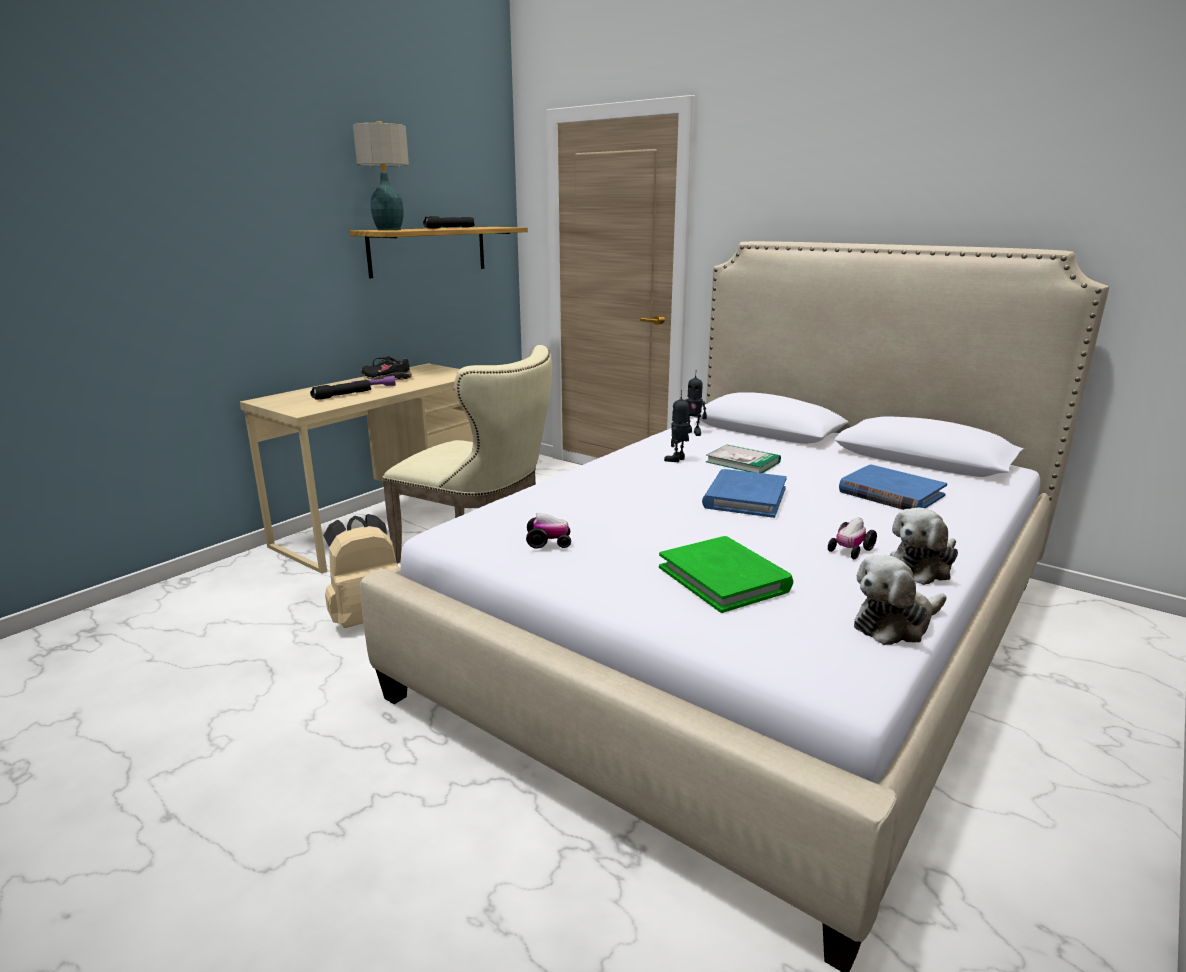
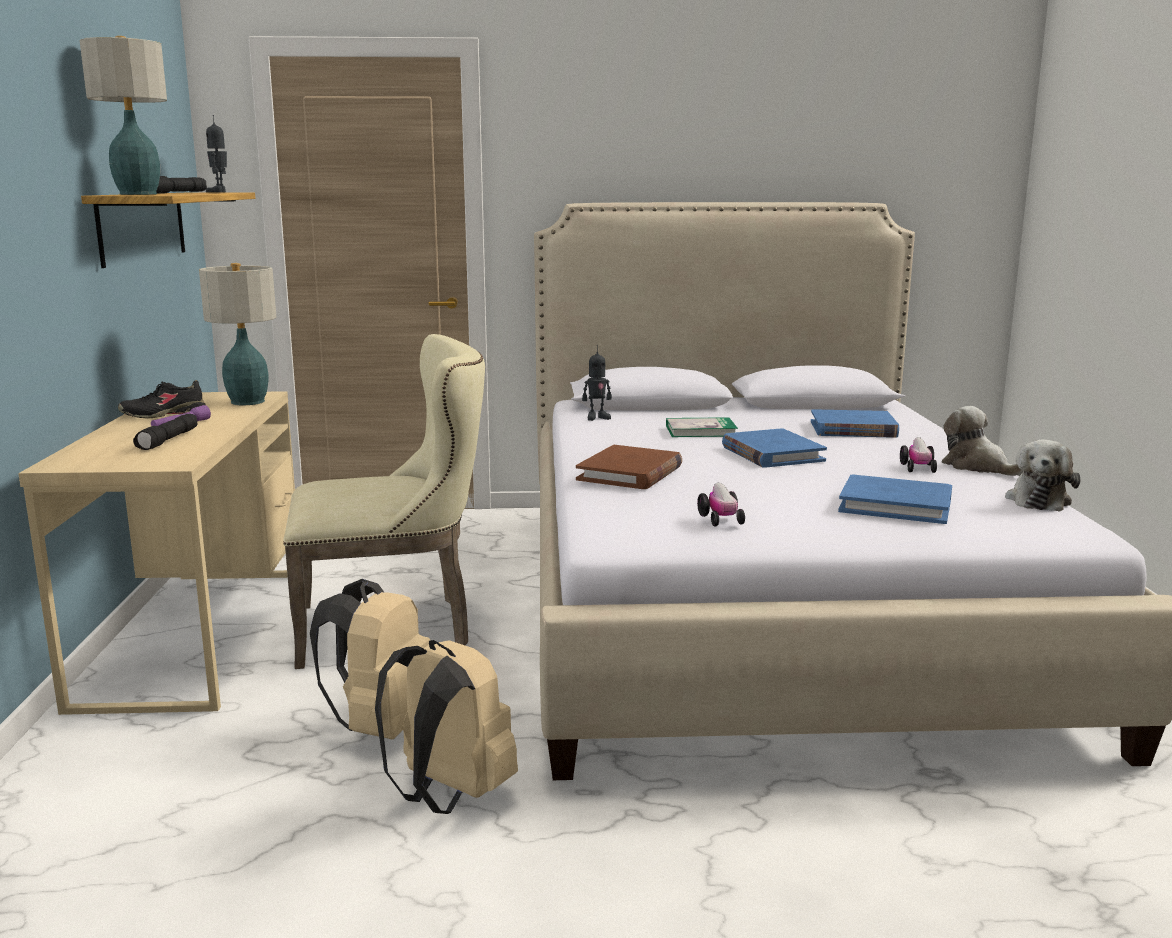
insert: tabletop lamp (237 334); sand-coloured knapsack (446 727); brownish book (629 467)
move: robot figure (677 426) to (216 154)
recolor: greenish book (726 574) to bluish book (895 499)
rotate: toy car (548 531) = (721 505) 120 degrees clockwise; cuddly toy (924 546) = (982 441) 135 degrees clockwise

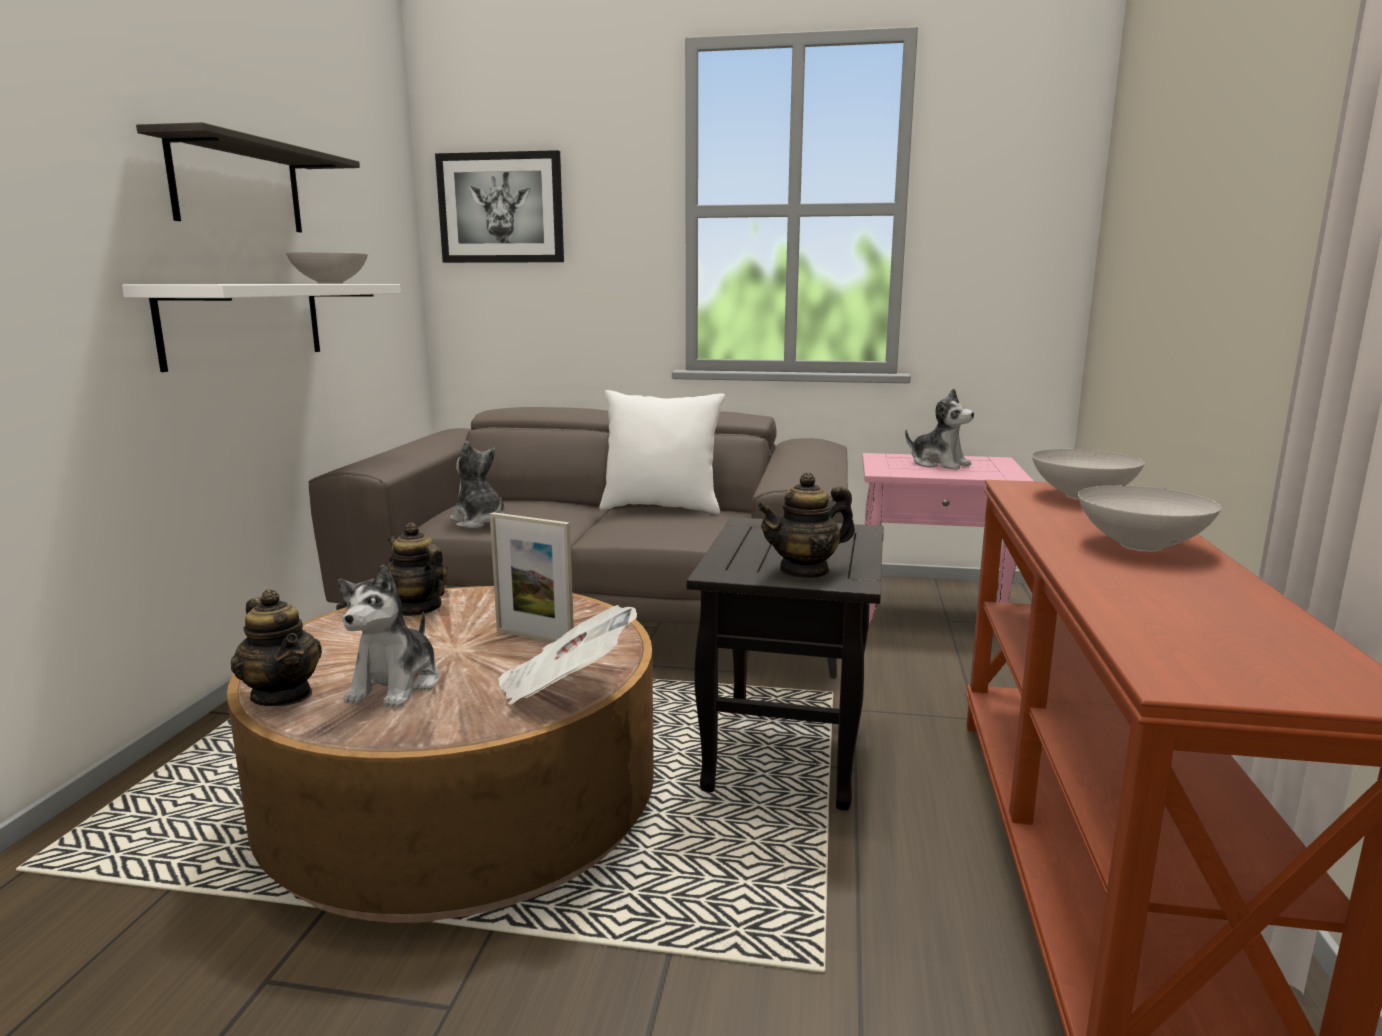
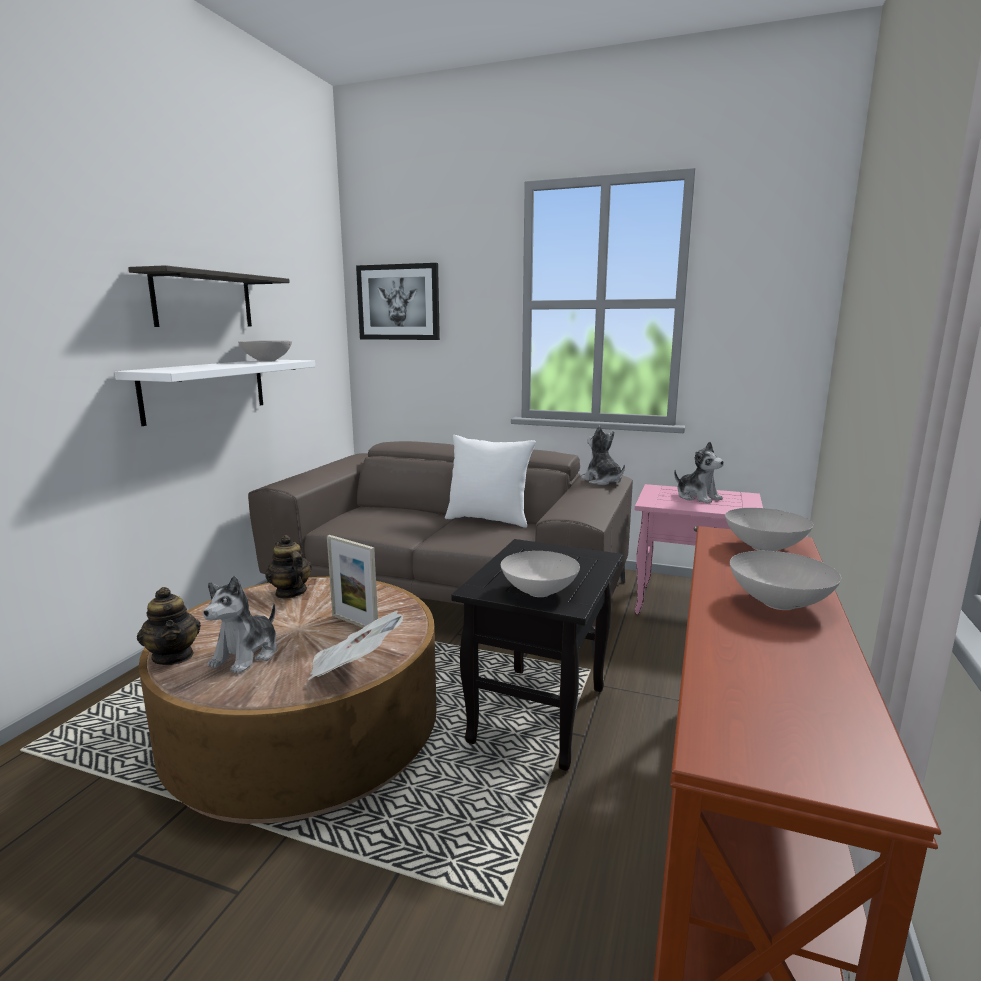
move: cuddly toy (477 484) to (603 455)
replace: tea pot (806 525) to whitish bowl (540 574)

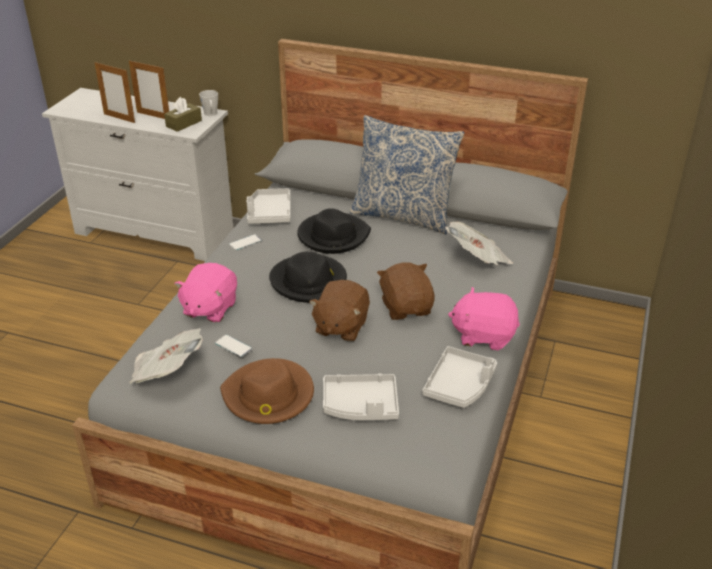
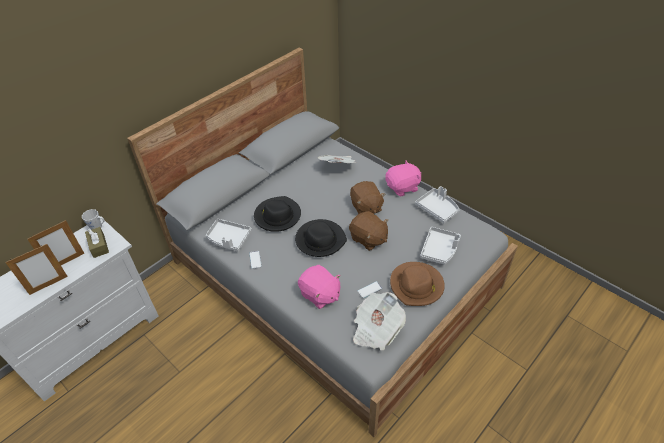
delete: pillow (407 174)
rotate: brownish cuddly toy (406 291) = (368 197) 120 degrees counterclockwise; pinkish cuddly toy (484 318) = (403 179) 150 degrees counterclockwise

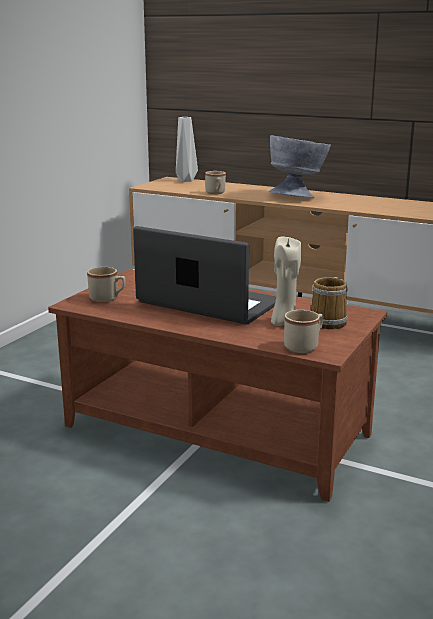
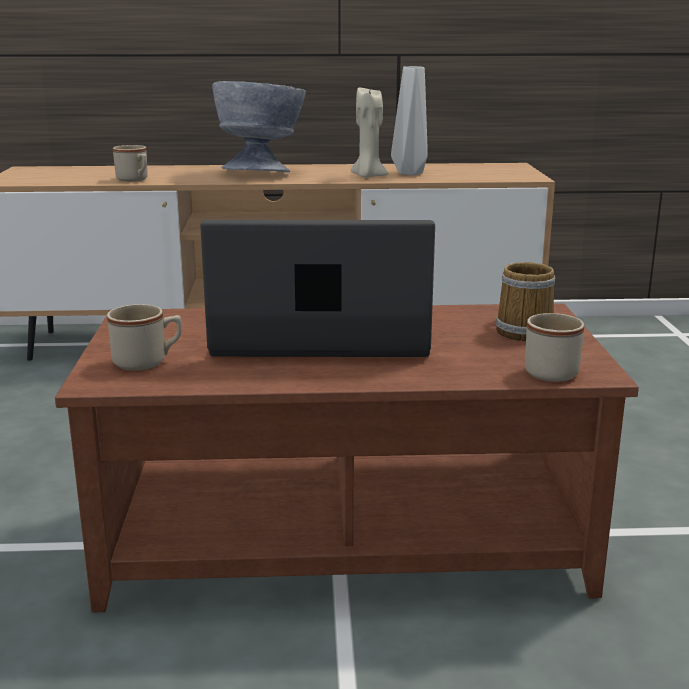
move: sand-coloured wax light (286 281) to (370 133); grey vase (187 149) to (409 120)

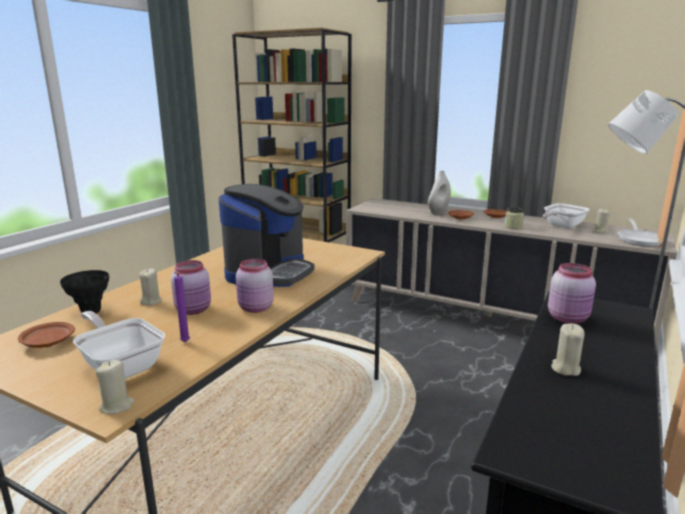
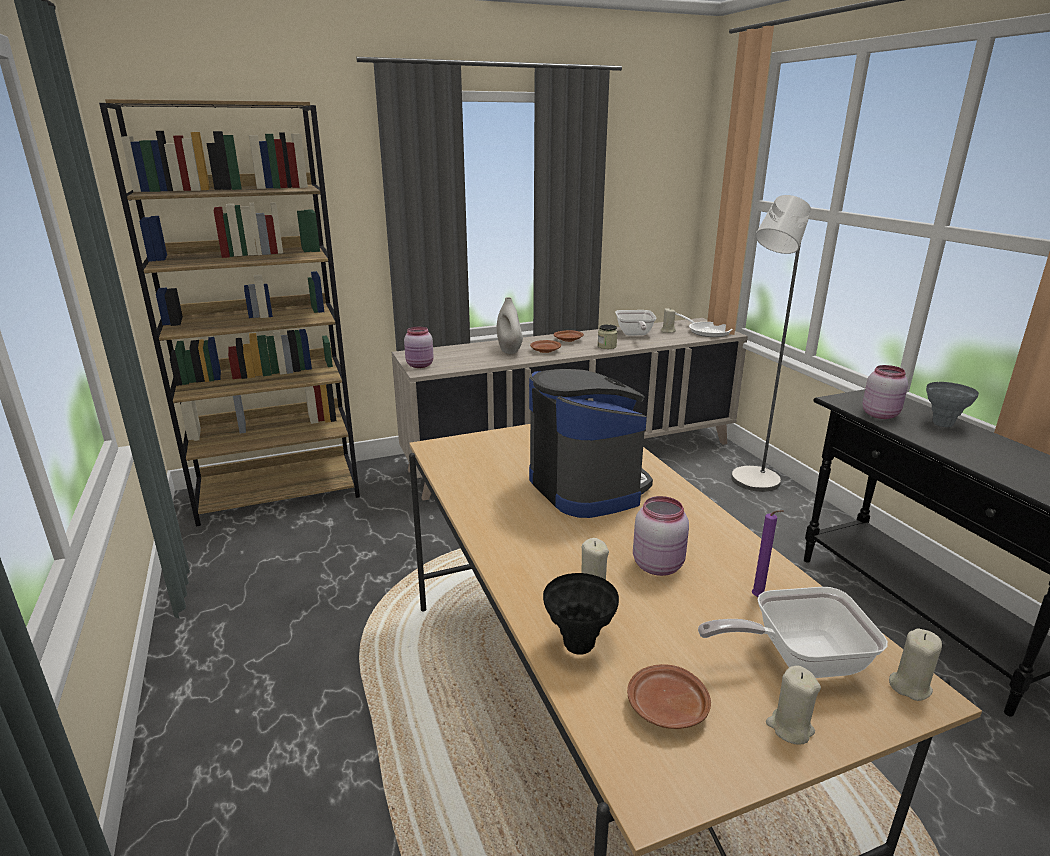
insert: grey vase (952 404)
move: pinkish jar (255 286) to (419 347); sand-coloured wax light (568 349) to (793 705)

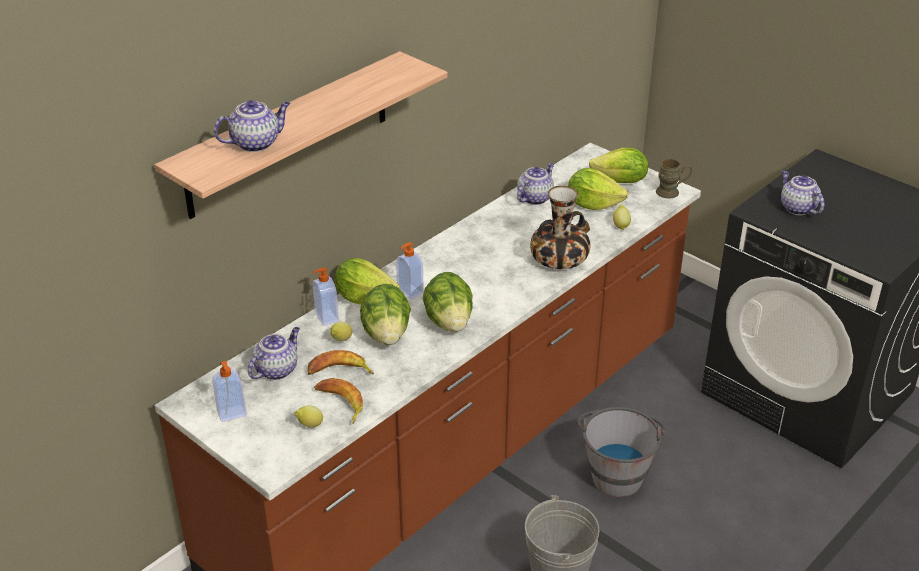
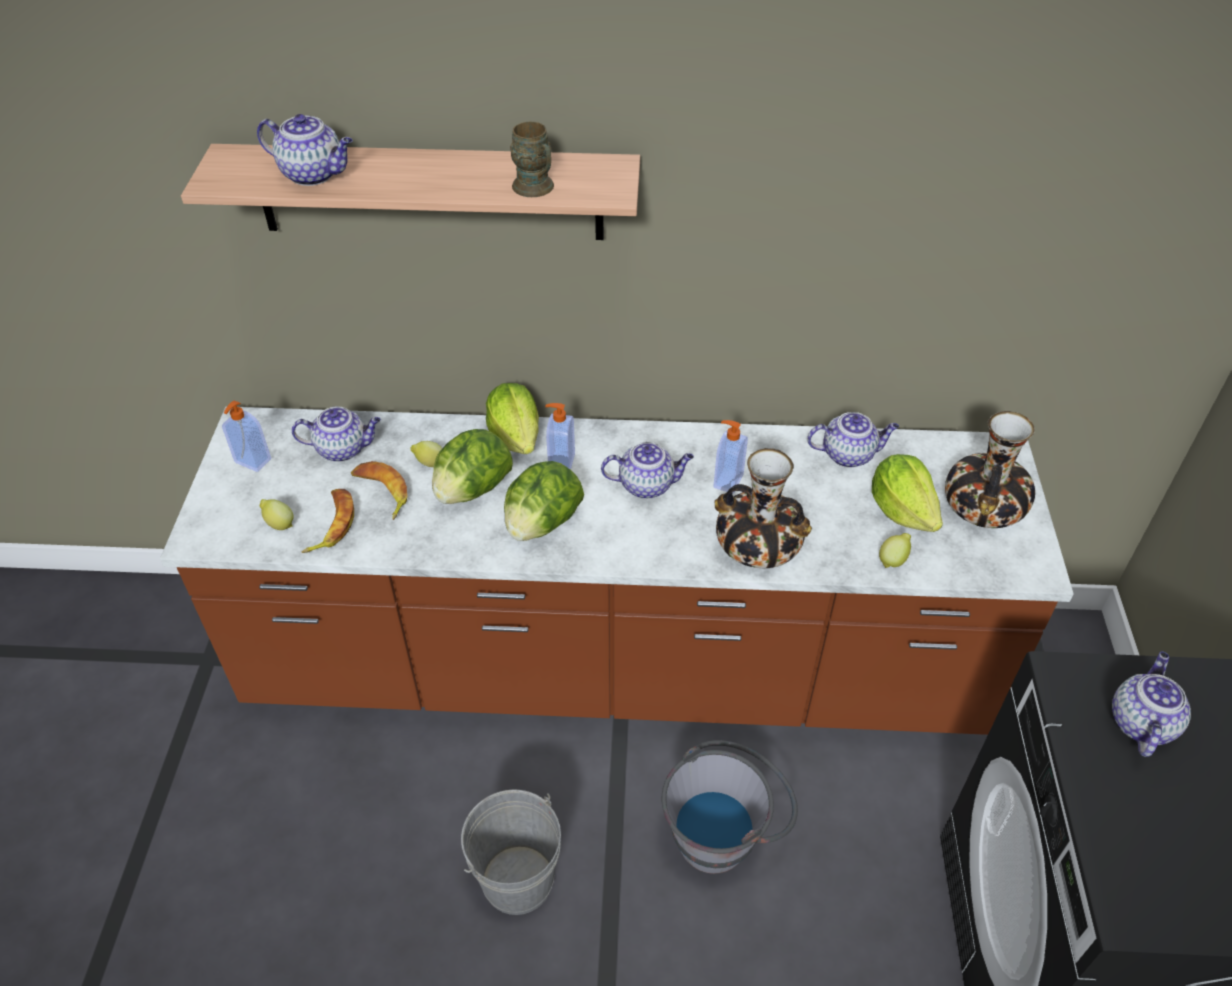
insert: tea pot (647 470)
move: brownish mug (674 179) to (532 159); soap bottle (326 296) to (730 457)
replace: head of lettuce (618 165) to vase (990 469)

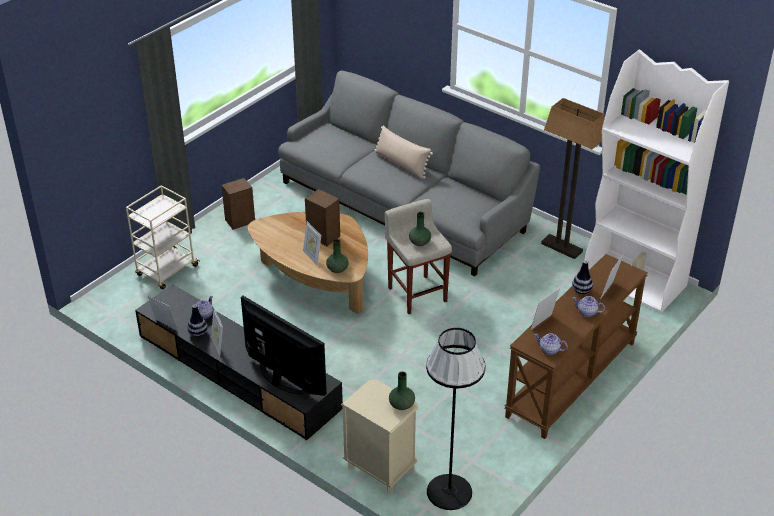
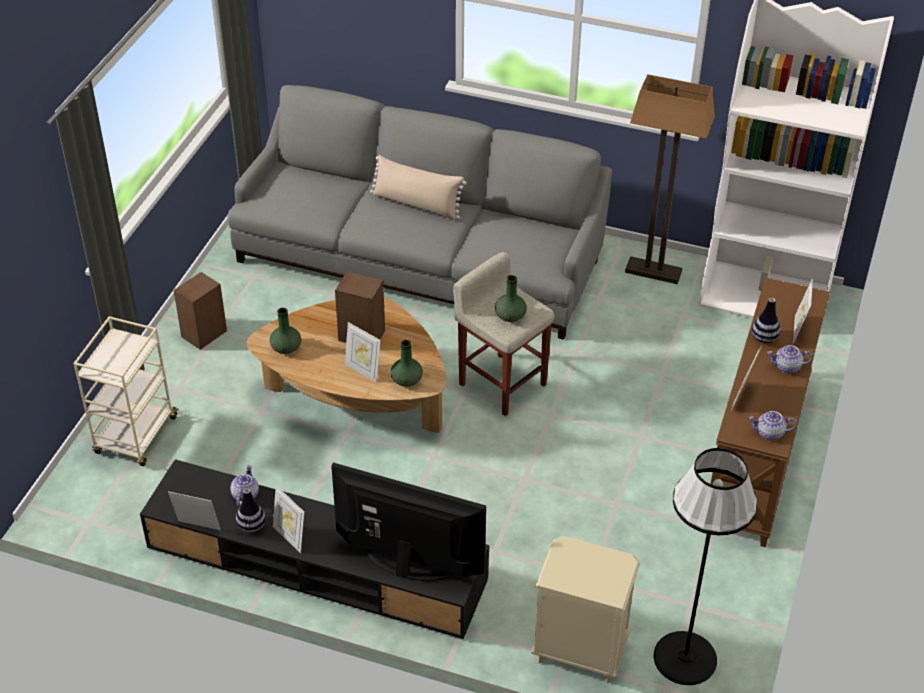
move: greenish vase (402 391) to (285 331)

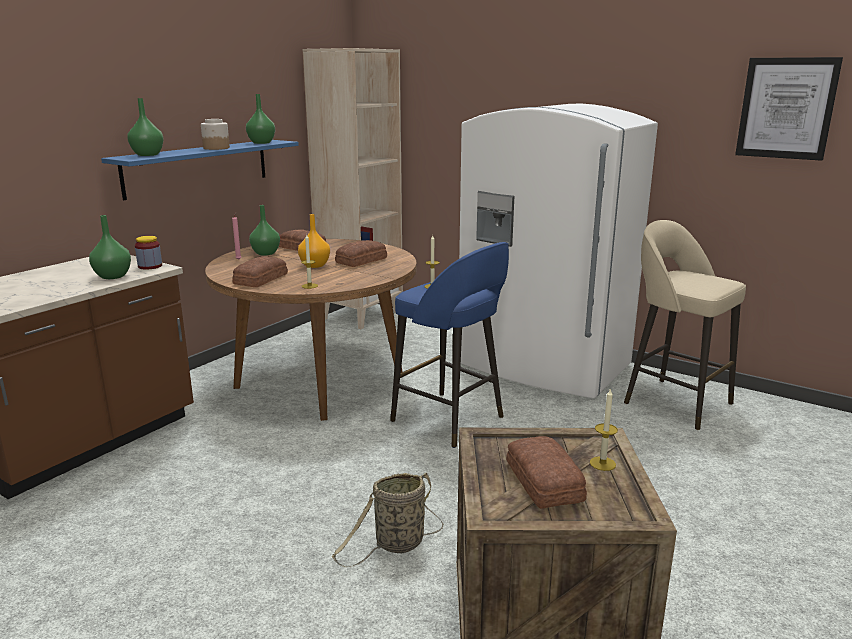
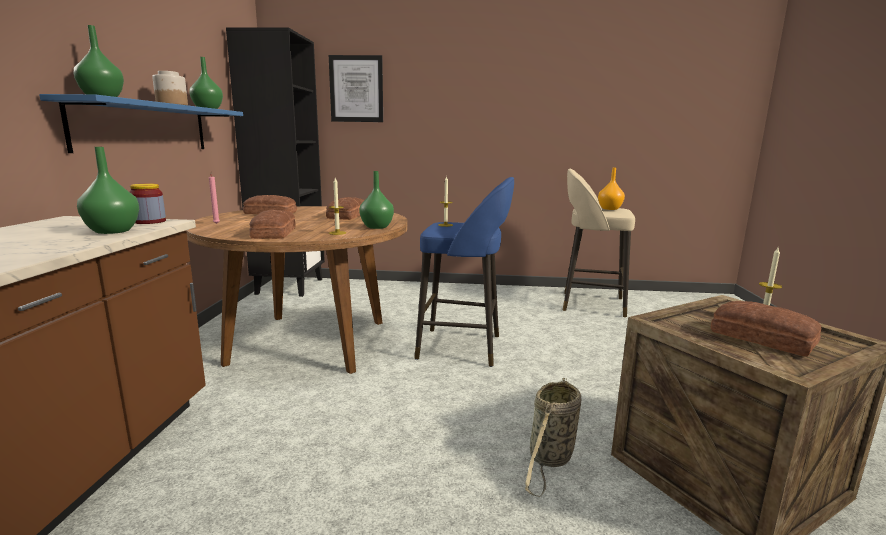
delete: whitish fridge (558 251)
move: wall art (789 109) to (356 88); greenish vase (264 230) to (376 200); orange-coloured vase (314 241) to (611 189)
recolor: sand-coloured shelving unit (353 188) to black-coloured shelving unit (275 162)

